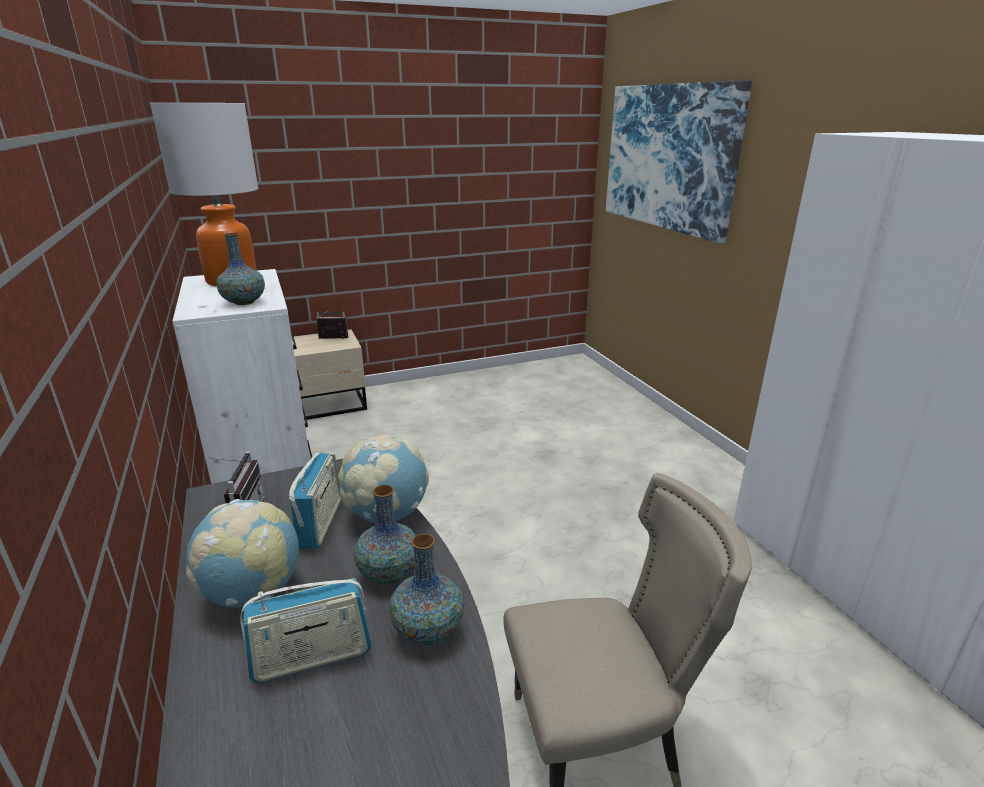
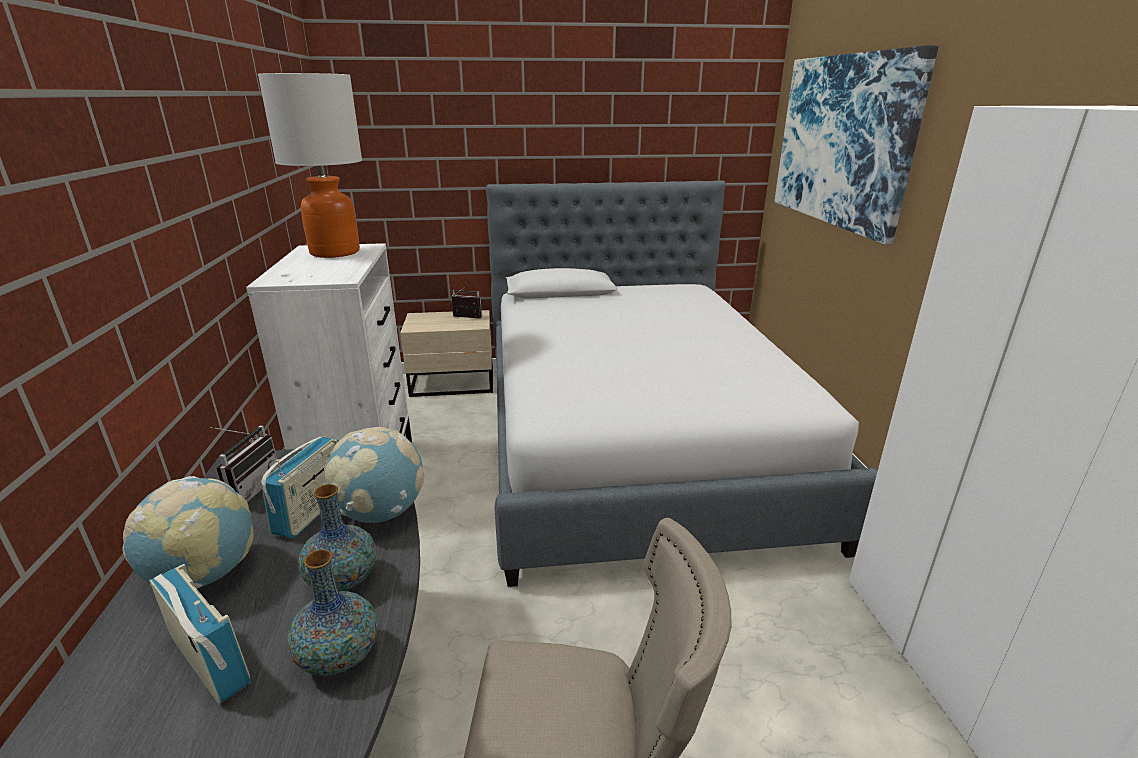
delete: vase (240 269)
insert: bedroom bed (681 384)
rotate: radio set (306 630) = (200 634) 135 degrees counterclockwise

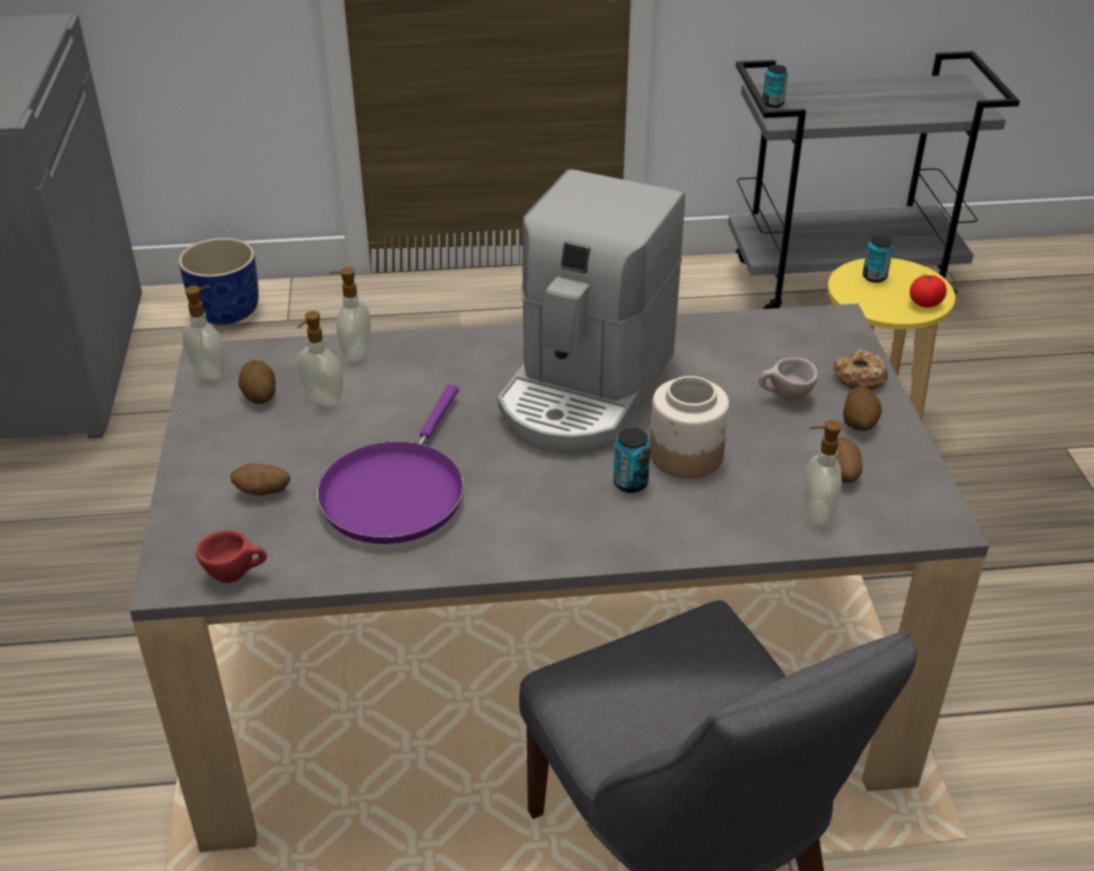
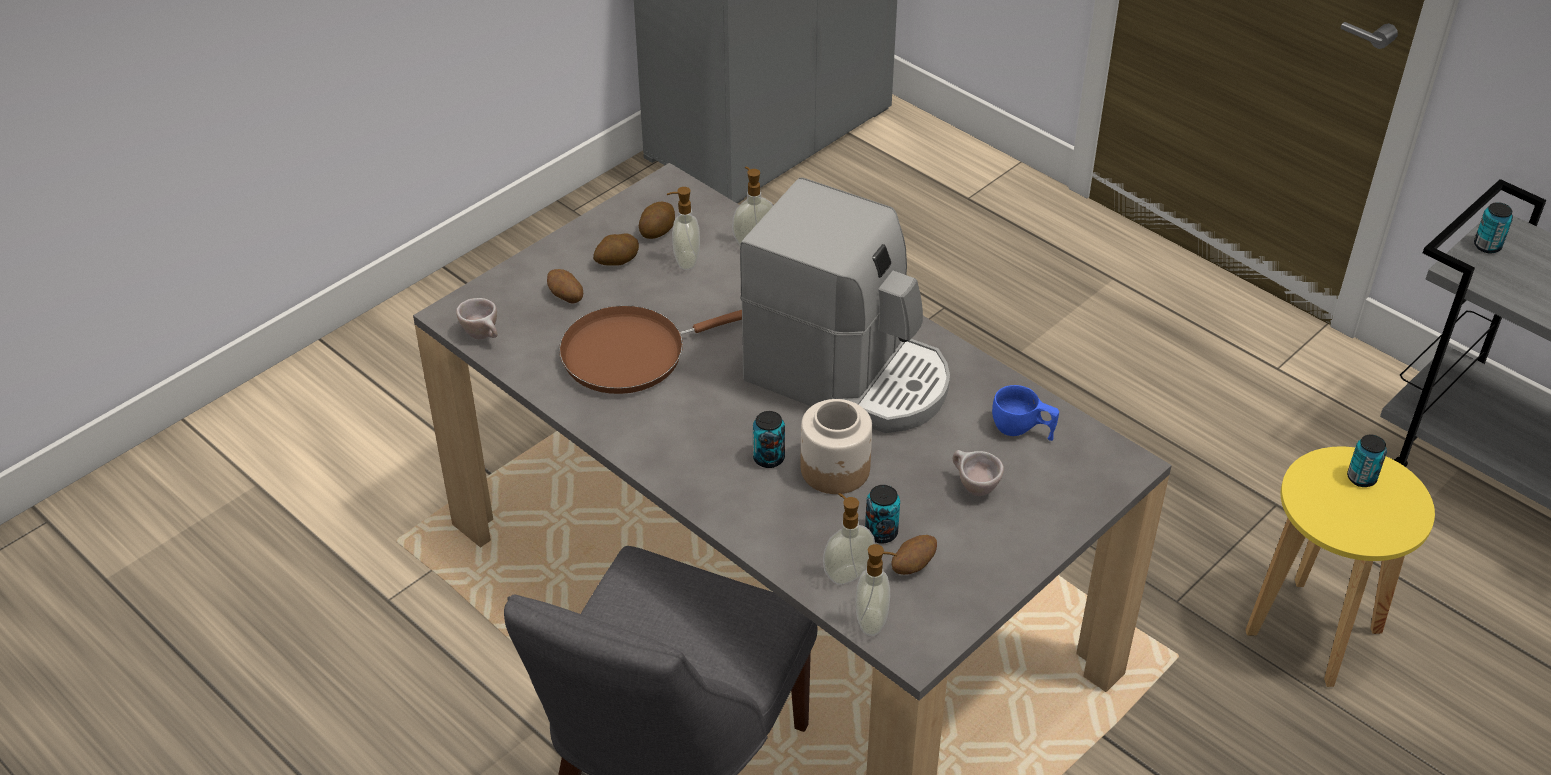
delete: bluish plant pot (218 281); donut (860 369); fresh tomato (928 291)
insert: metal can (882 514); bluish small cup (1025 413)
move: spud (862 409) to (616 249); soap bottle (204 333) to (876 590)
recolor: reddish small cup (231 556) to sand-coloured small cup (477 319); purple frying pan (390 464) to brownish frying pan (650 349)
rotate: coffee brewer (591 311) = (845 305) 135 degrees counterclockwise

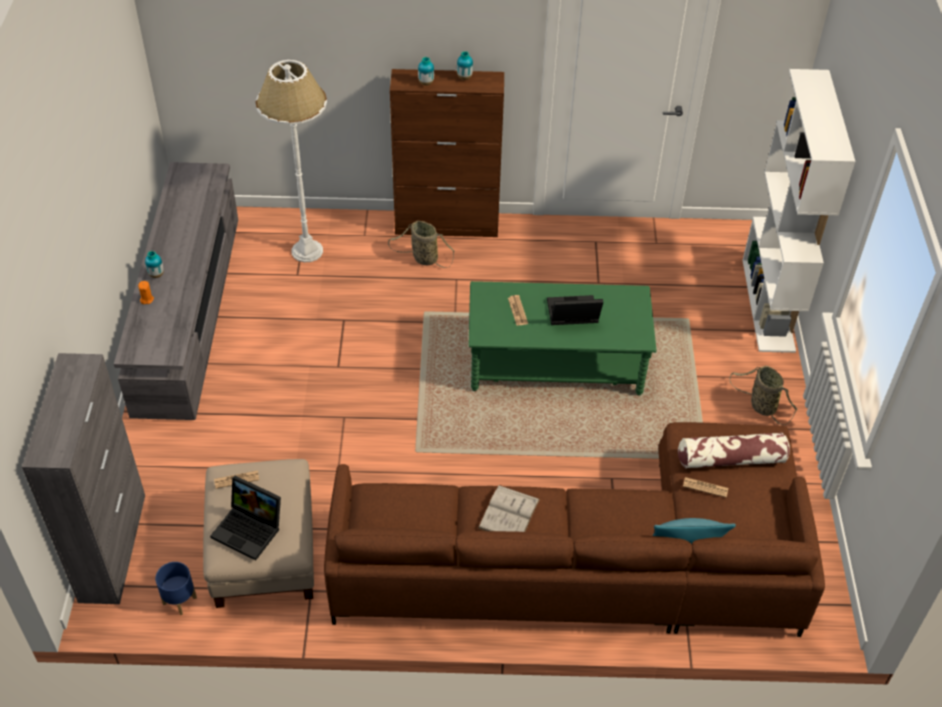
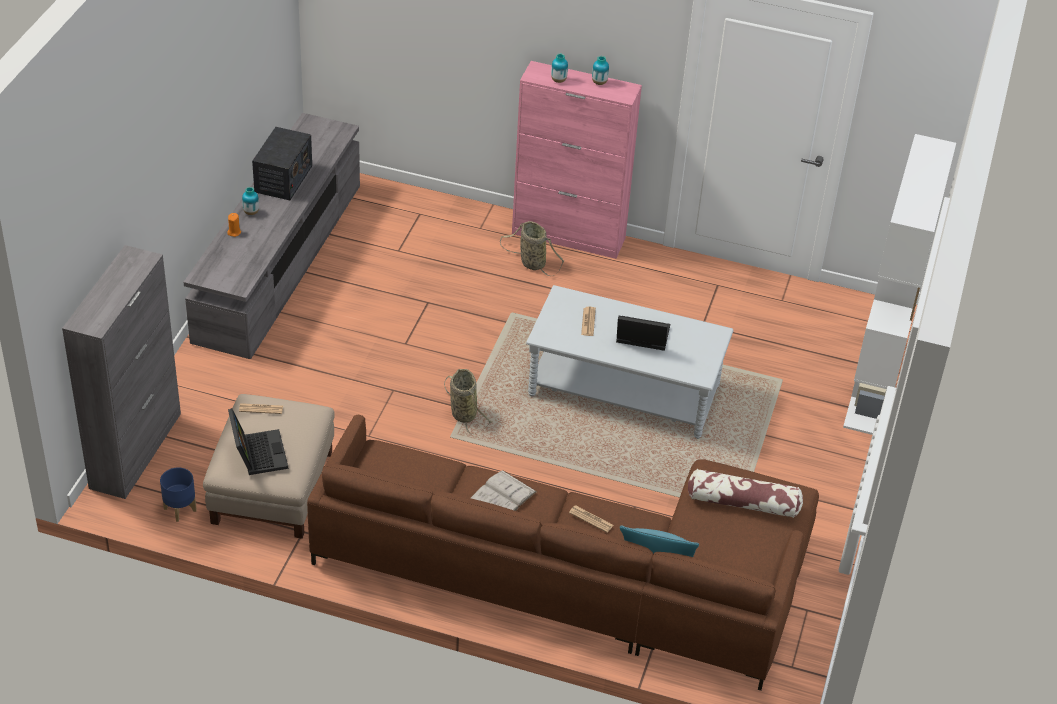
delete: whitish standard lamp (291 161)
insert: radio set (282 163)
move: household basket (763 395) to (468 401); printed paper (705 487) to (591 519)
recolor: brownish cupboard (447 153) to pinkish cupboard (577 160); greenish coffee table (562 338) to grey coffee table (630 362)
rotate: laptop (245 518) = (258 441) 150 degrees counterclockwise

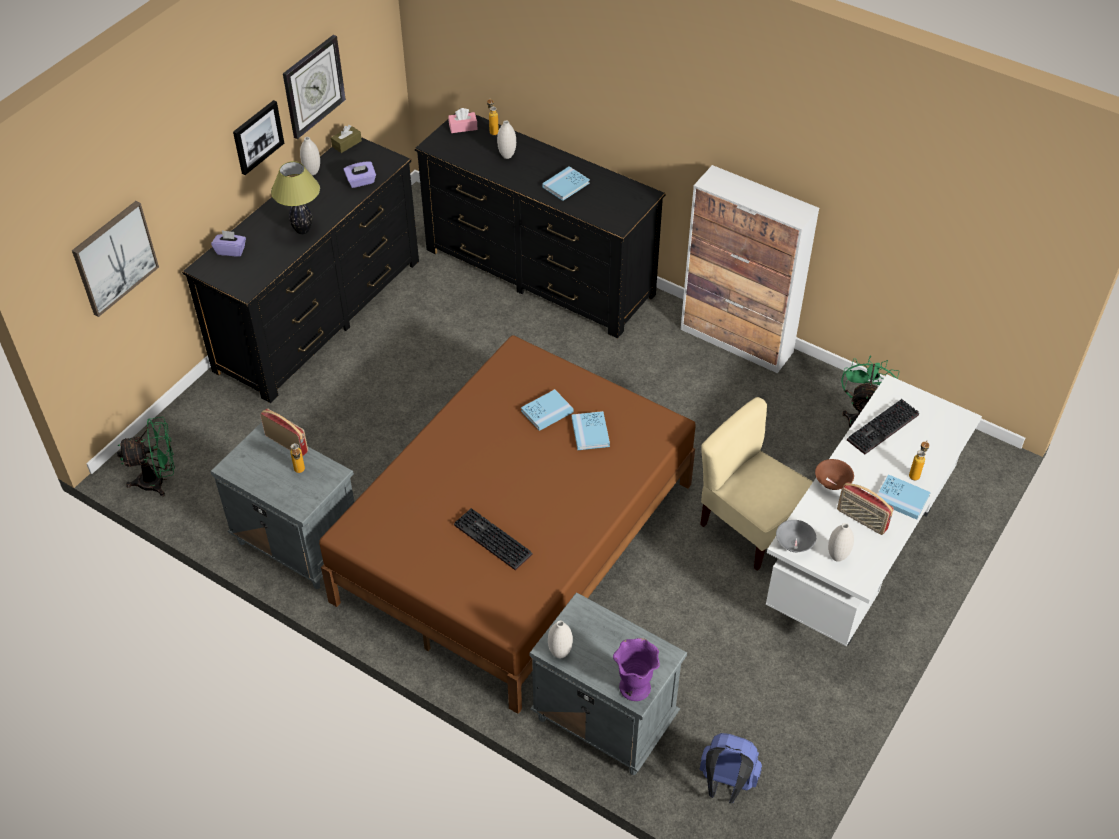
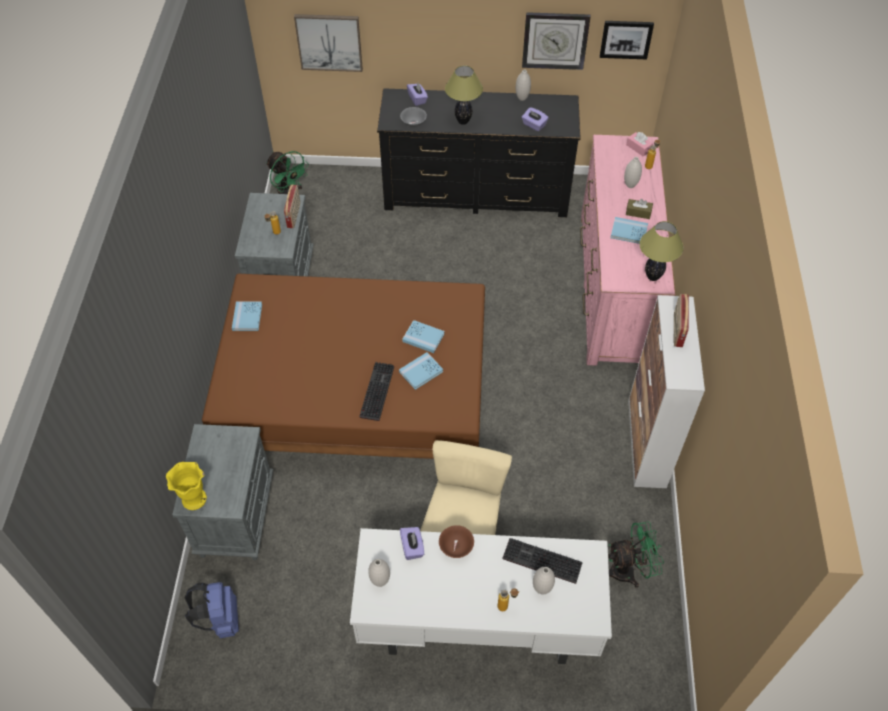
insert: purple tissue holder (412 543); tabletop lamp (661 251)
move: bluish book (903 497) to (247 316); computer keyboard (493 539) to (376 391); grey bowl (796 536) to (413 117); whitish vase (560 639) to (544 580); wall art (258 137) to (627 40); brownish tissue holder (346 139) to (639 209); radio set (865 508) to (681 320)
recolor: purple vase (636 669) to yellow vase (186 486); black-coloured chest of drawers (540 223) to pinkish chest of drawers (628 250)

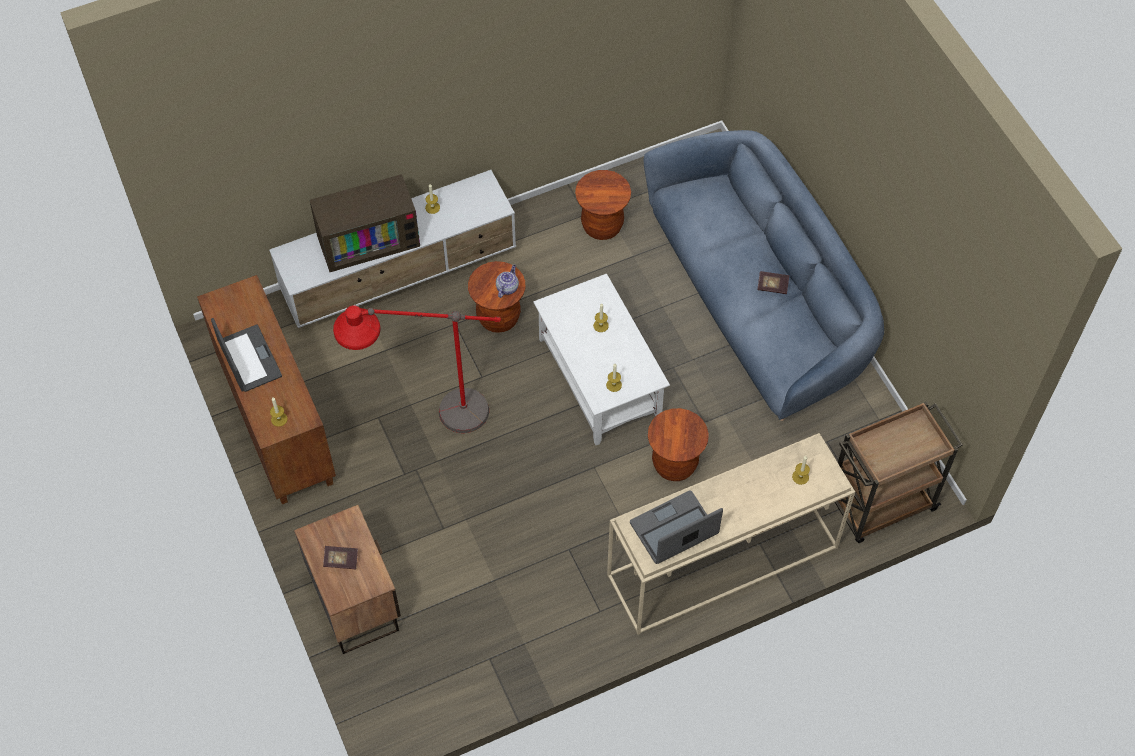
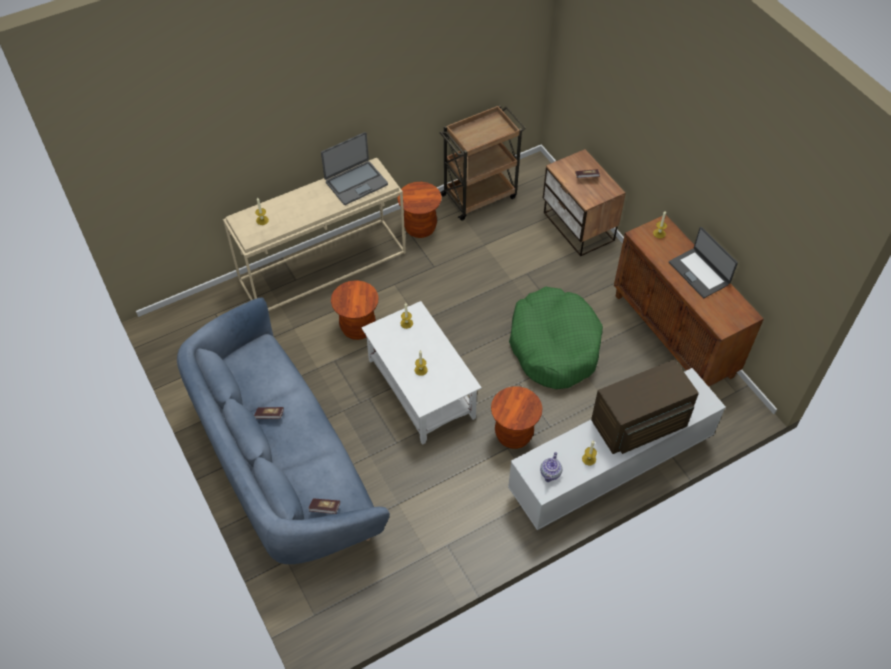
insert: book (324 506)
move: brownish sitting stool (603 205) to (419 210); brownish cart (899 472) to (483 163); tea pot (507 281) to (551 467)
replace: reddish standard lamp (417 369) to greenish dog bed (556 338)

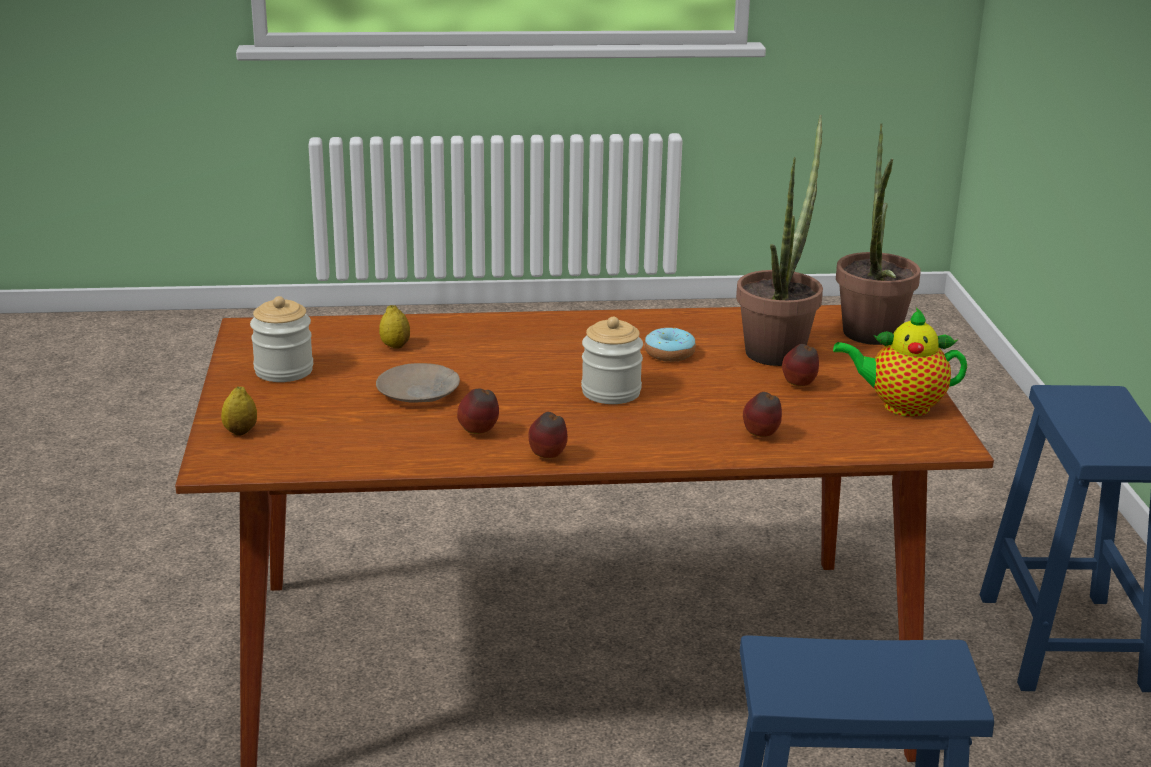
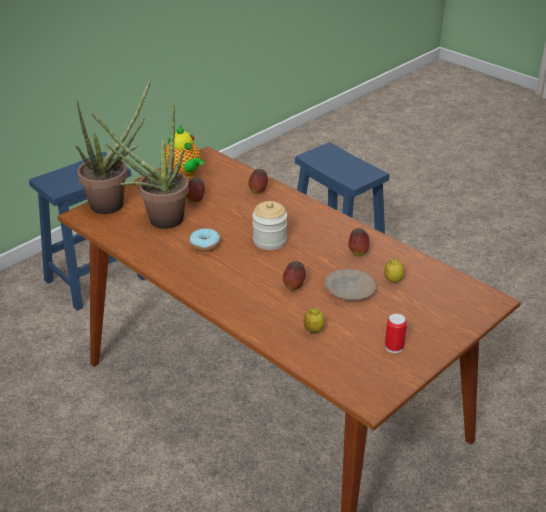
move: apple (548 435) to (294 275); whole lemon (239 411) to (394 270)
replace: jar (281 339) to metal can (396 333)

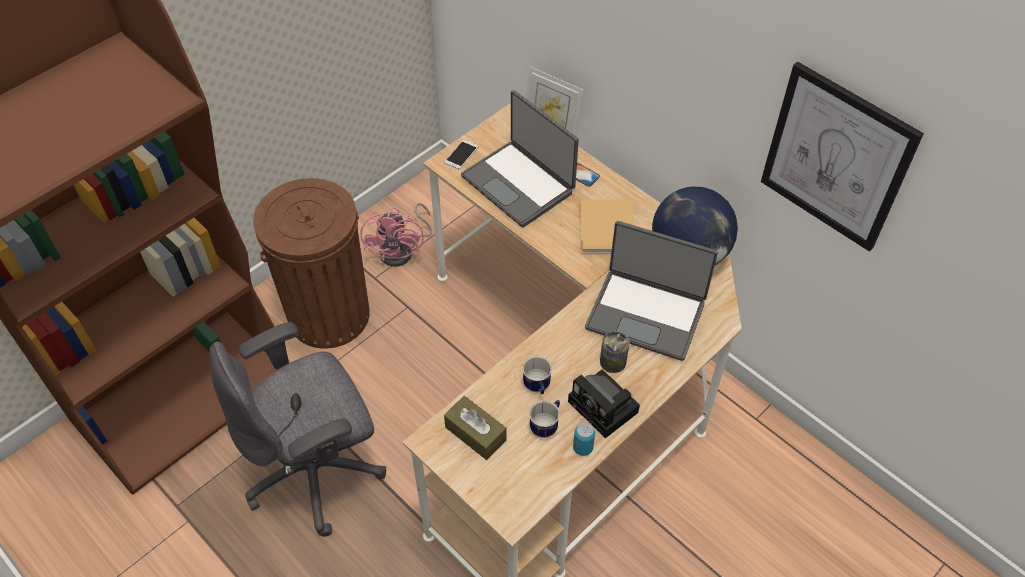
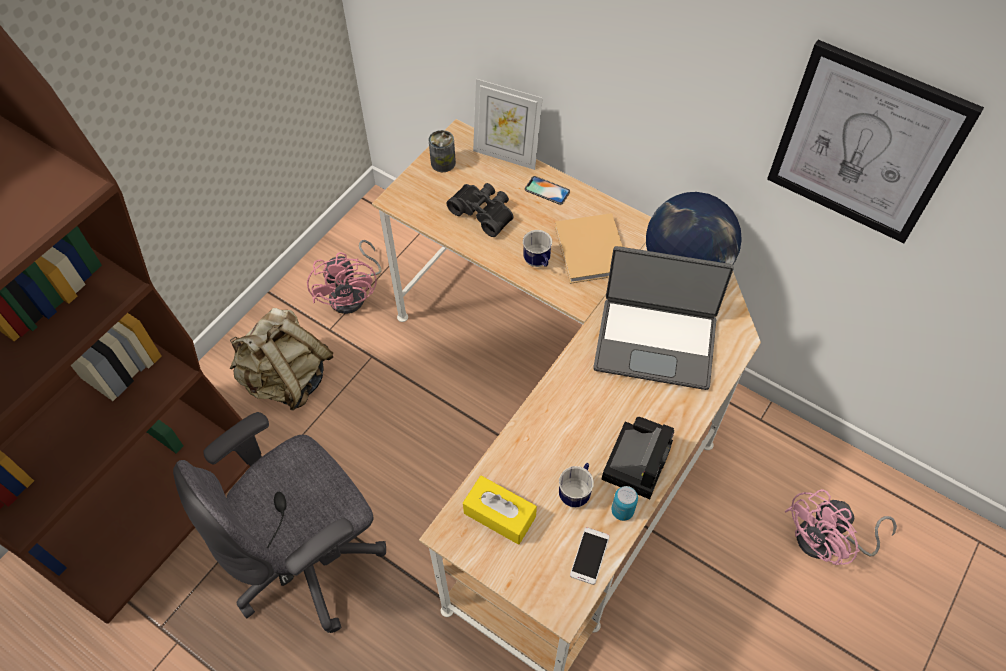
insert: pinkish electric fan (841 527)
move: metal can (614 352) to (442 151); mug (537 375) to (537 248); handset (462 154) to (590 556)
replace: brownish waste bin (311 263) to sand-coloured knapsack (281 359); laptop (520 158) to black-coloured field glasses (479 210)
recolor: brownish tissue holder (475 428) to yellow tissue holder (500 510)
rotate: photo camera (604 403) = (637 458) 105 degrees counterclockwise

